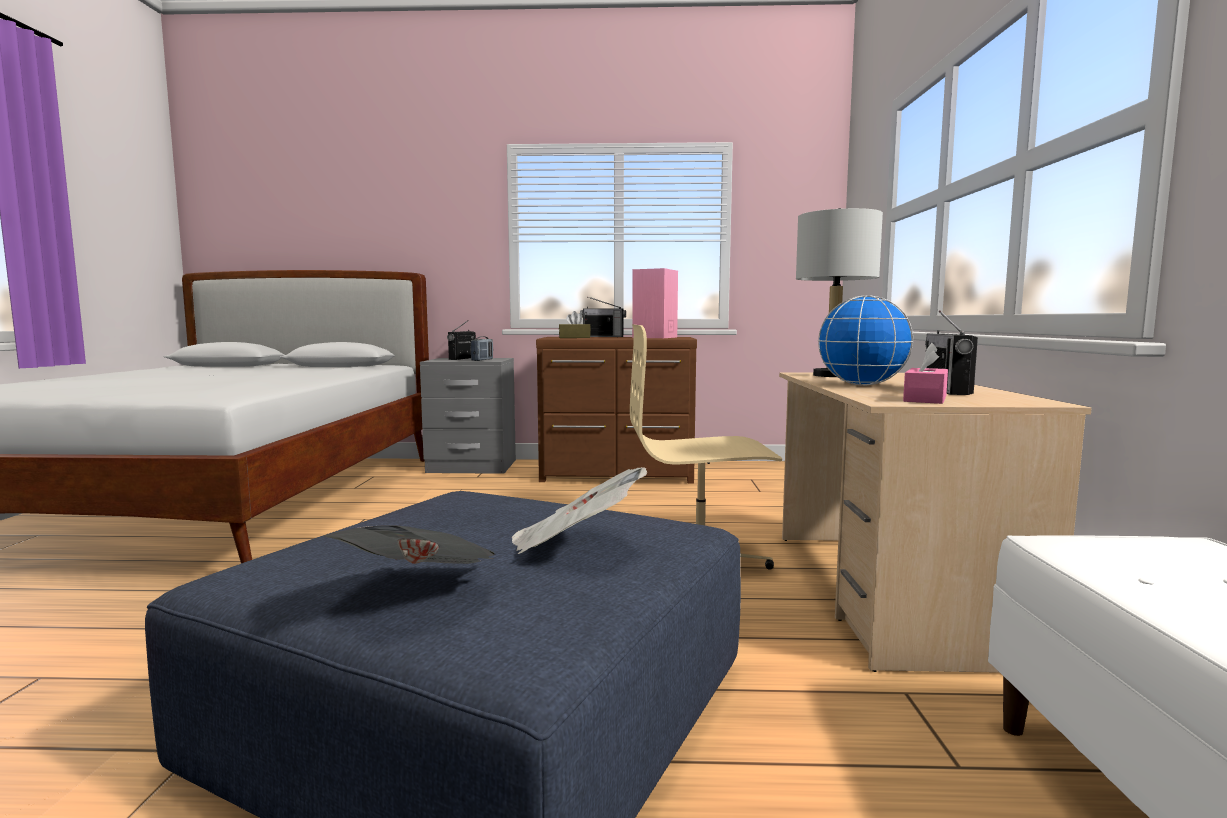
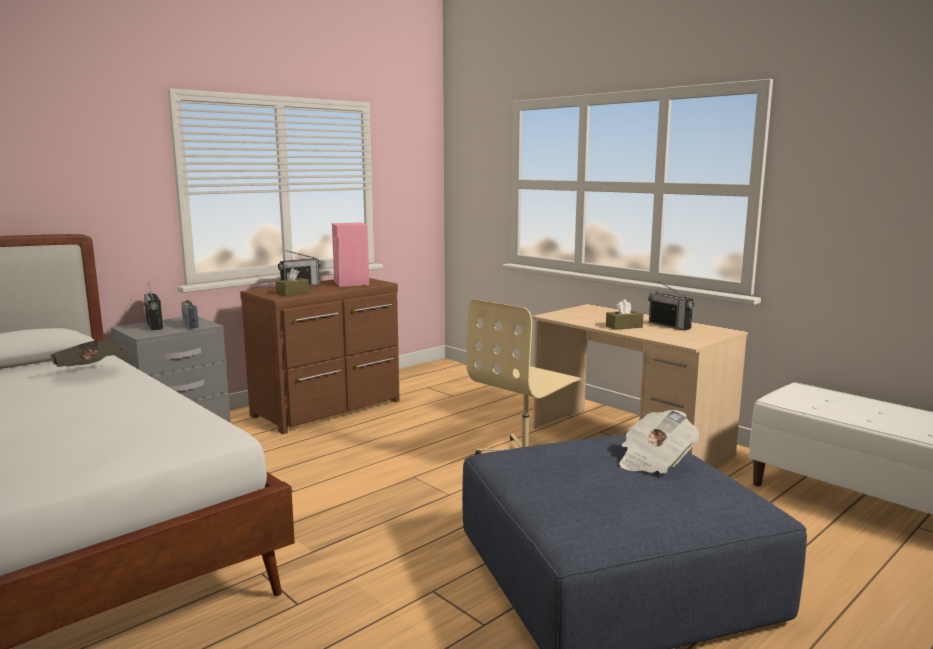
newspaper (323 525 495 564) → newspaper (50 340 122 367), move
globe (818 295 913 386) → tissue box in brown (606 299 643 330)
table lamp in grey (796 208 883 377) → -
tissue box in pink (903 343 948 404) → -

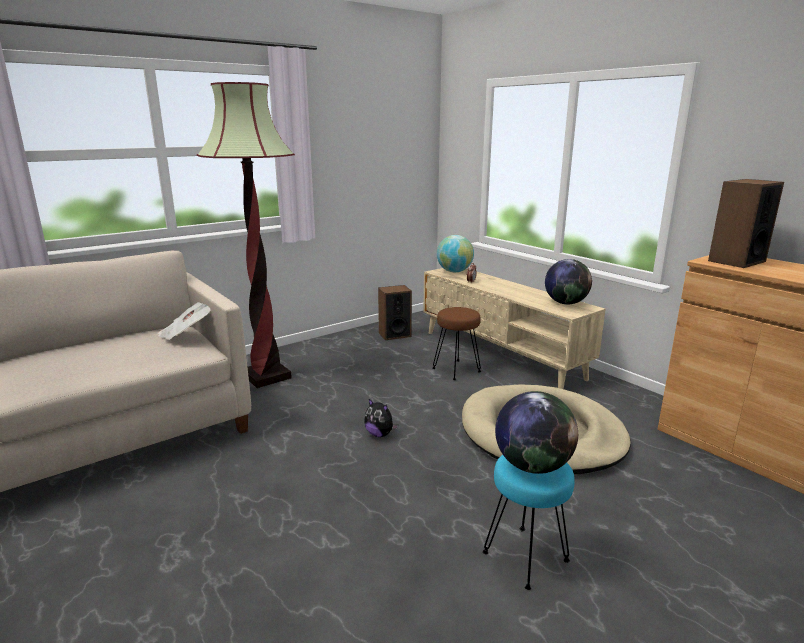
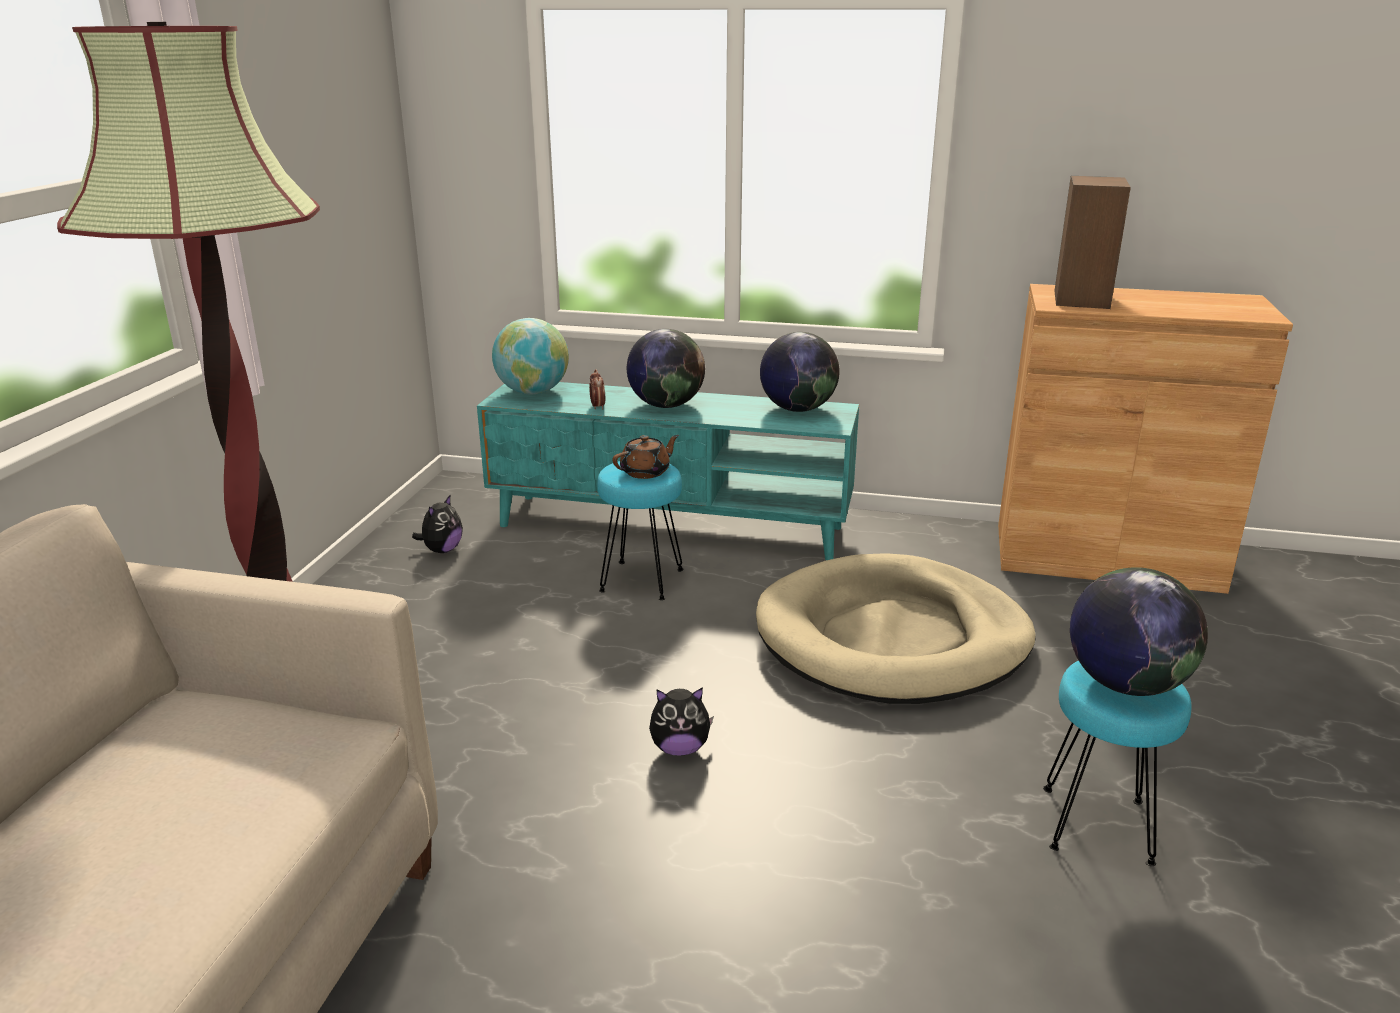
speaker (378 285 412 340) → plush toy (412 495 463 553)
tv stand in beige (423 268 606 389) → tv stand in turquoise (477 382 859 560)
stool in brown (432 307 481 380) → stool in turquoise (597 461 684 600)
- → teapot in brown (612 435 679 479)
- → globe (627 329 705 408)
newspaper (157 302 211 340) → -

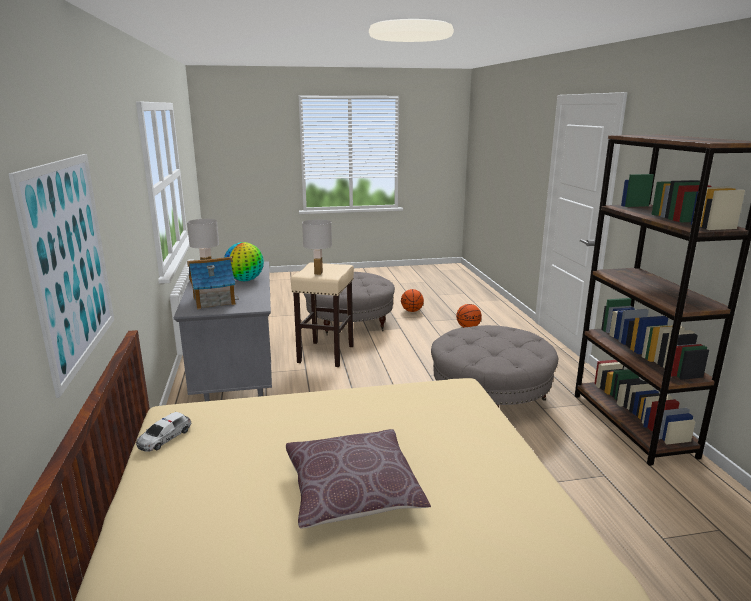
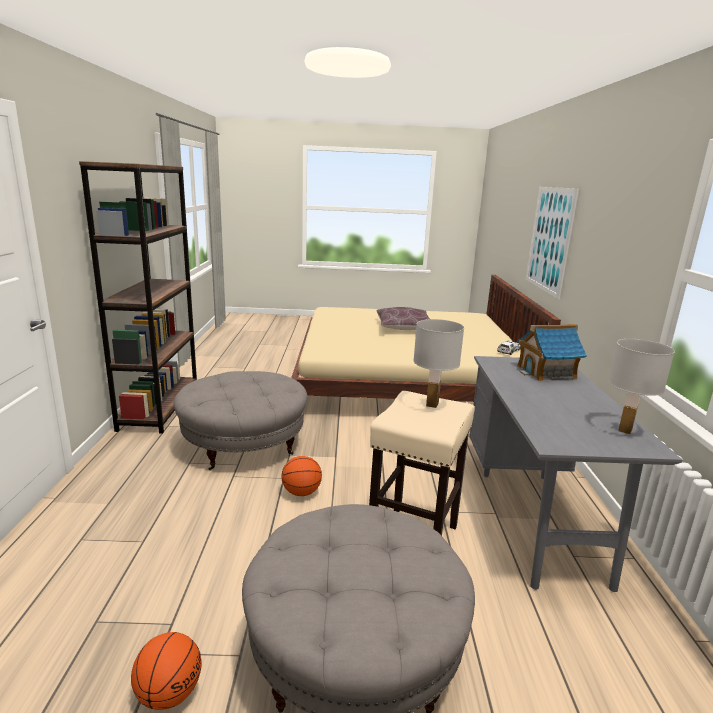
basketball (456 304 482 327) → basketball (282 456 322 496), move
globe (224 242 264 281) → -

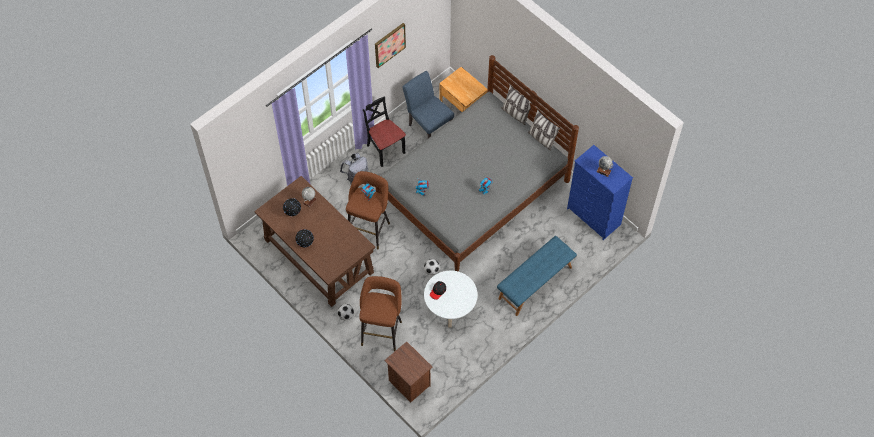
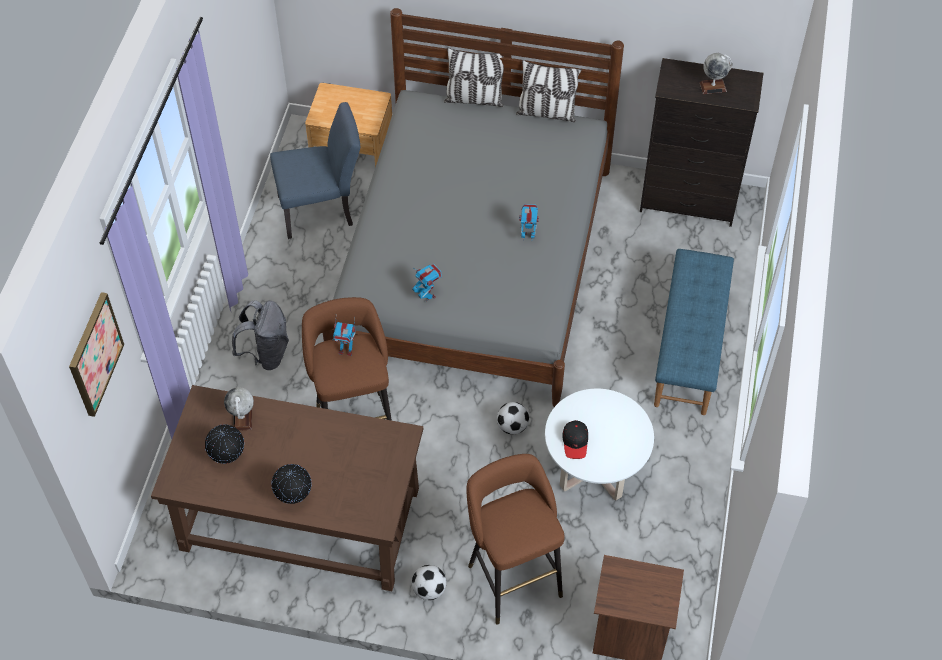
picture (375 23 406 68) → picture (69 292 124 417), move
chair in blue (403 71 454 138) → chair in blue (270 102 360 239), 150 degrees clockwise
dresser in blue (567 145 633 240) → dresser in black (640 58 764 227)
chair in black (363 96 406 167) → -

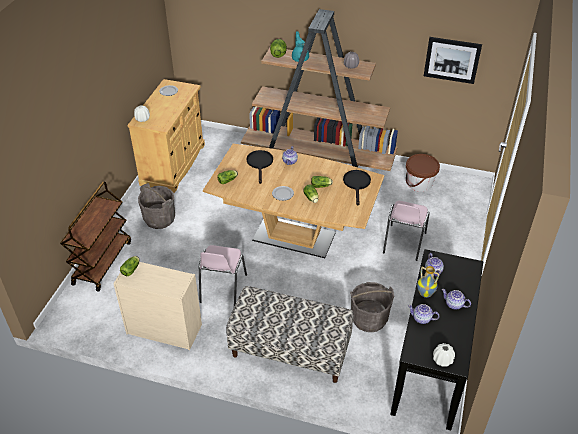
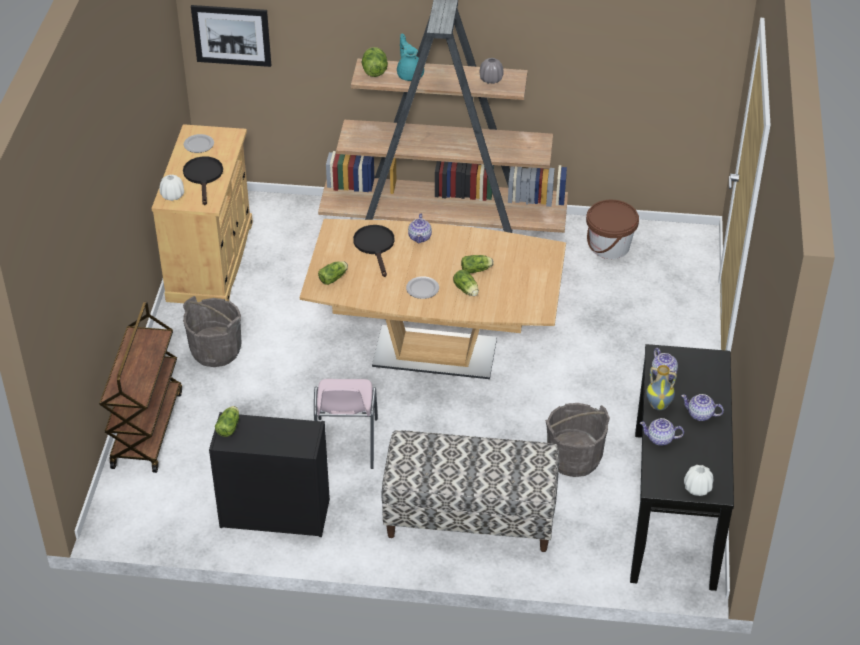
frying pan in black (343 170 371 205) → frying pan in black (183 156 223 205), move
picture (424 37 482 84) → picture (191 5 271 67), move
dresser in beige (113 262 202 350) → dresser in black (209 412 330 537)
chair in pink (383 201 430 261) → -

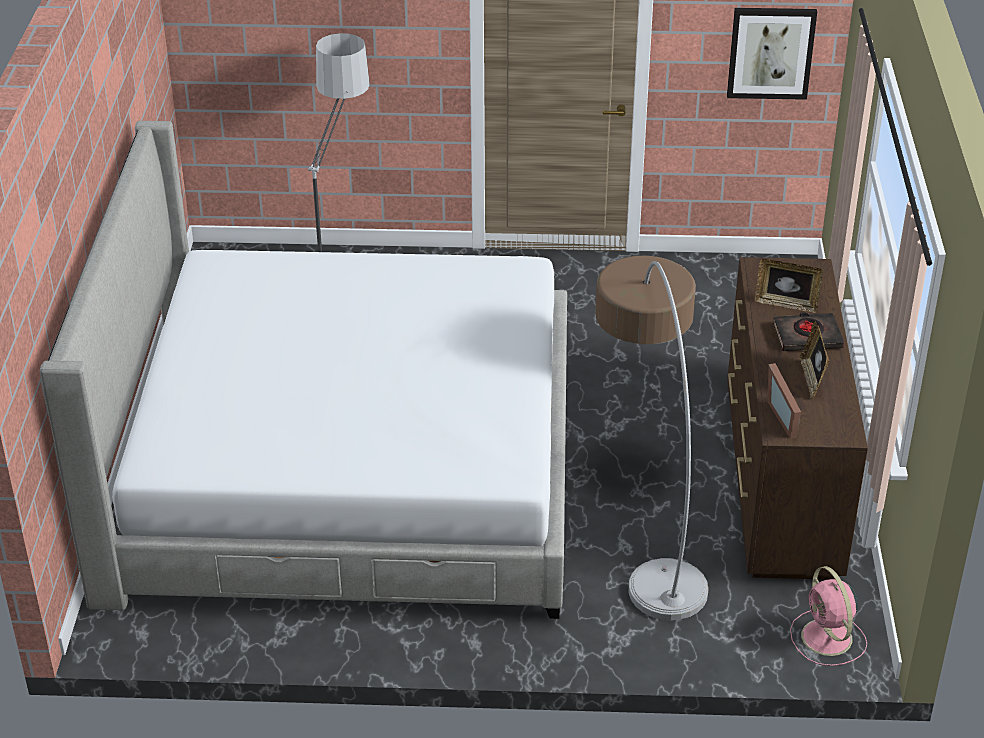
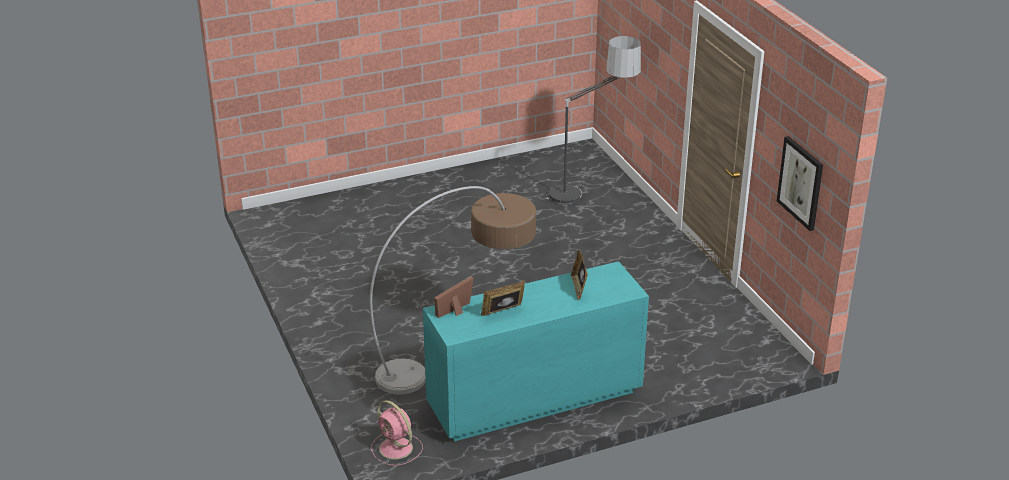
fan in pink (790 566 867 666) → fan in pink (371 400 423 466), 90 degrees counterclockwise
dresser in brown (727 257 868 580) → dresser in turquoise (423 261 649 441)
bed (40 121 567 619) → -
book in black (773 312 844 351) → -

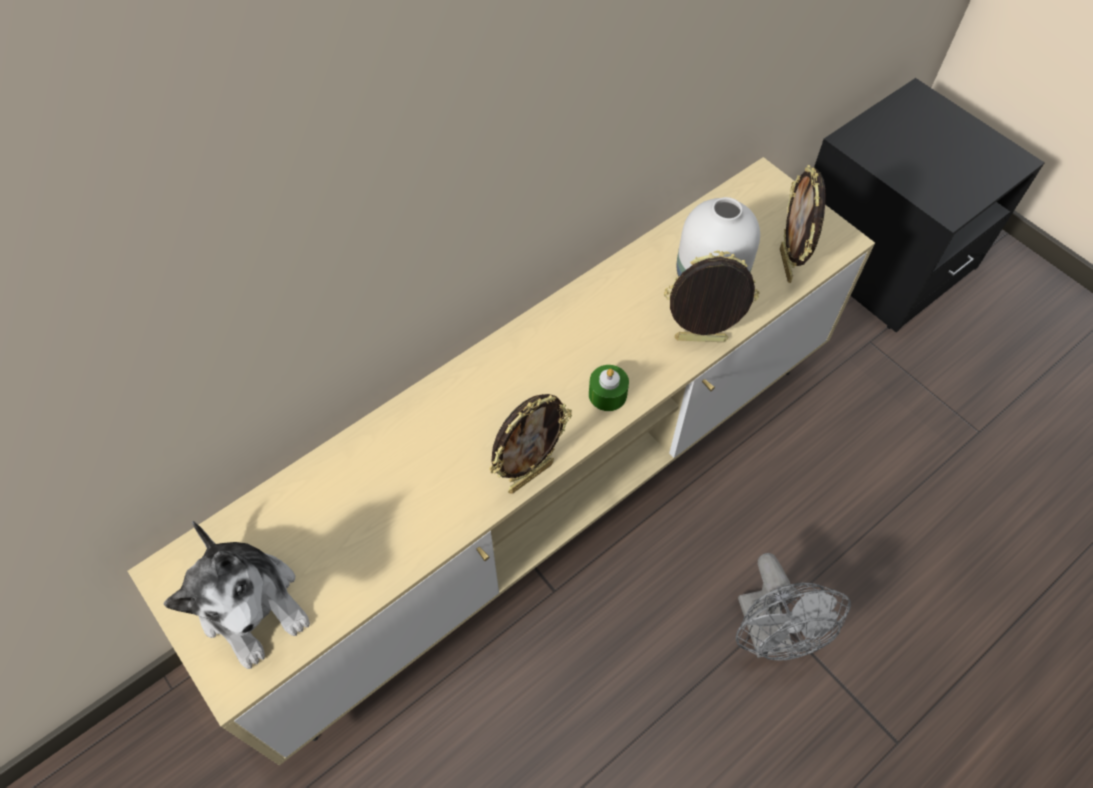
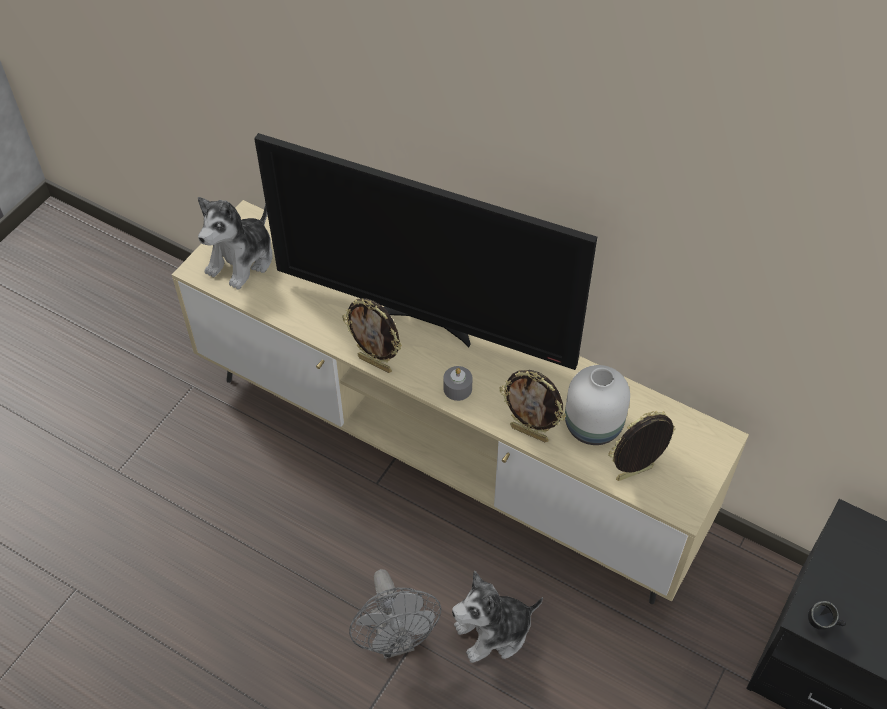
- → television (254 133 597 370)
fan in grey (736 553 851 660) → fan in grey (349 569 441 659), 75 degrees counterclockwise
candle in green (589 365 629 411) → candle in grey (443 366 472 401)
- → plush toy (452 571 543 663)
picture frame (664 251 760 342) → picture frame (500 370 566 442), 135 degrees clockwise
- → mug in black (808 601 846 630)

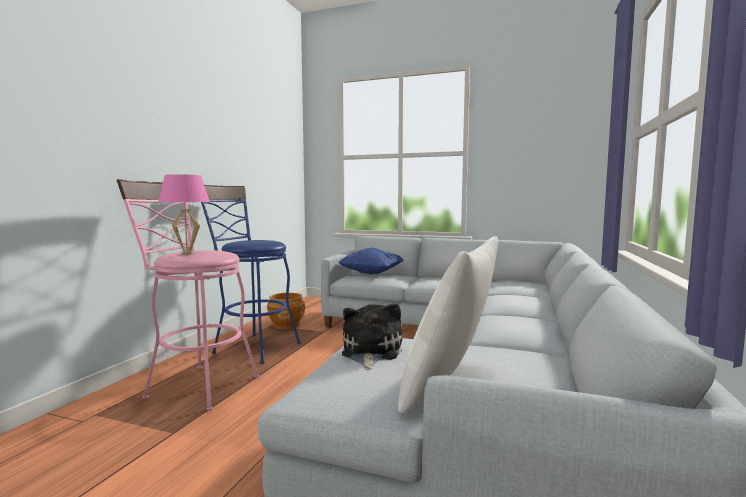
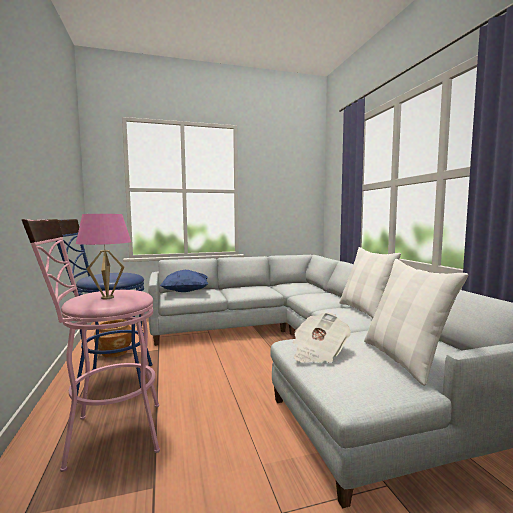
plush toy (342 303 402 370) → newspaper (293 313 351 363)
- → pillow in white (339 247 401 318)

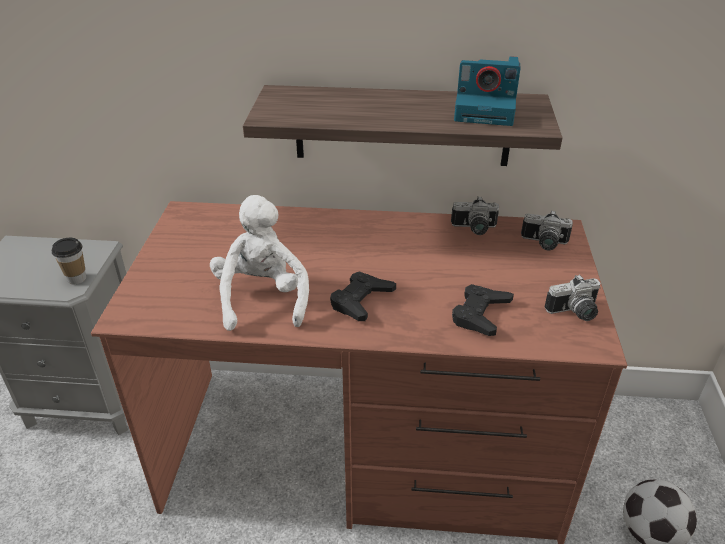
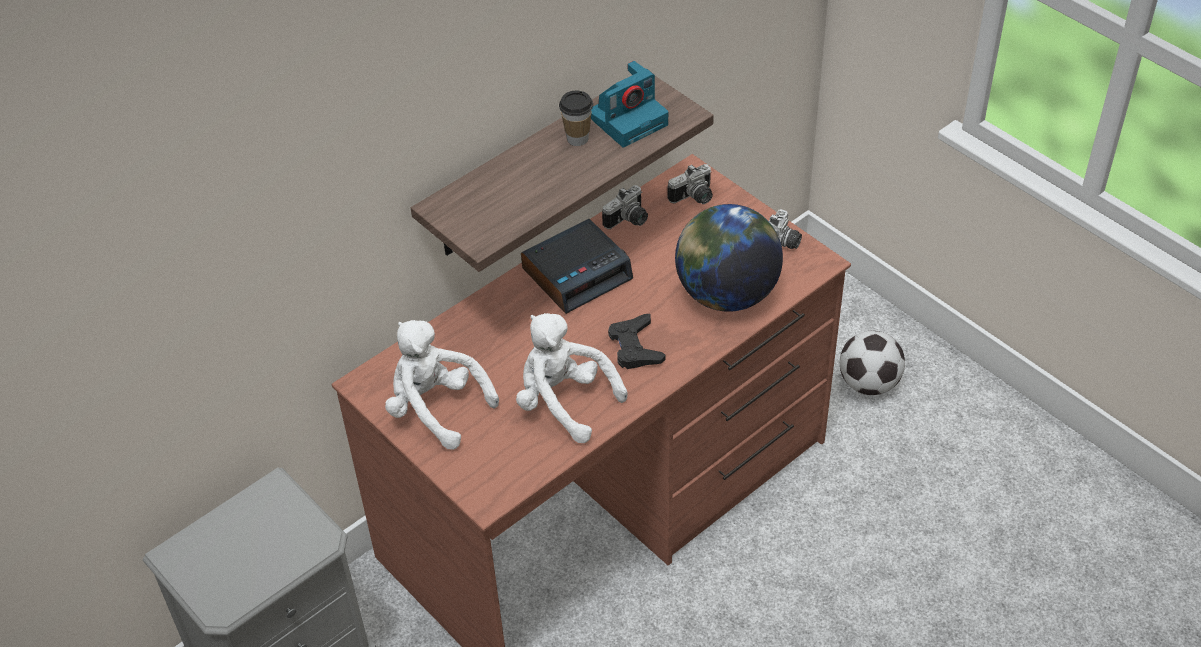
- → plush toy in white (385 320 499 450)
- → alarm clock (521 219 633 314)
cup (52 238 86 284) → cup (559 91 593 146), move
game controller in black (452 284 514 336) → globe (675 204 783 312)

